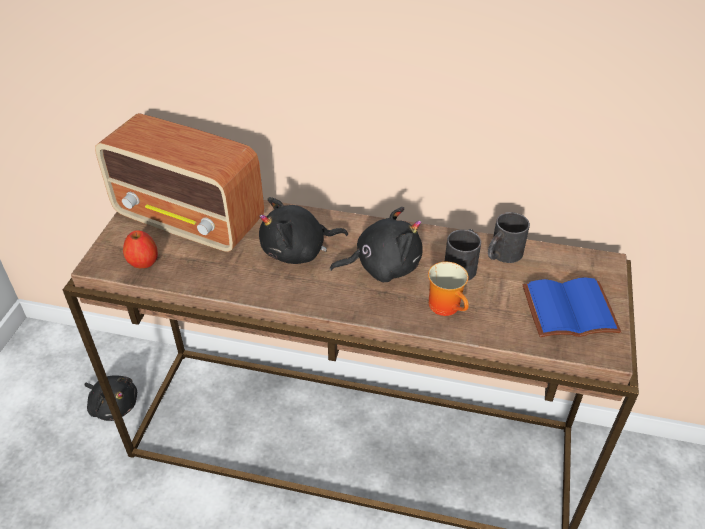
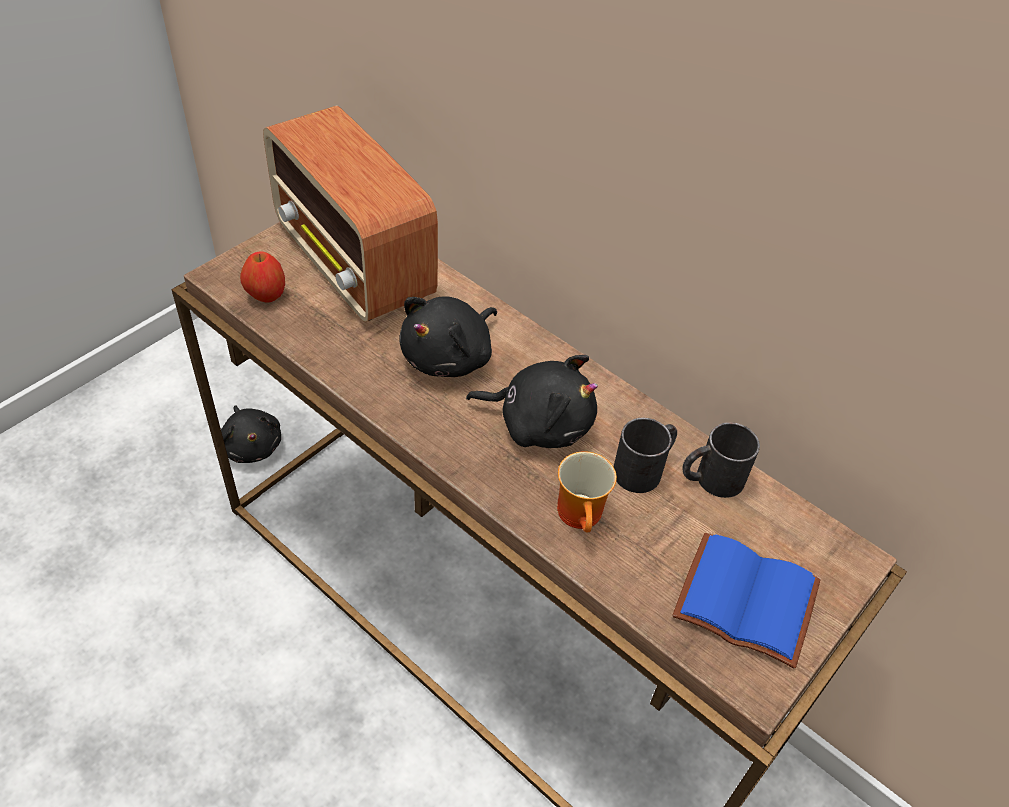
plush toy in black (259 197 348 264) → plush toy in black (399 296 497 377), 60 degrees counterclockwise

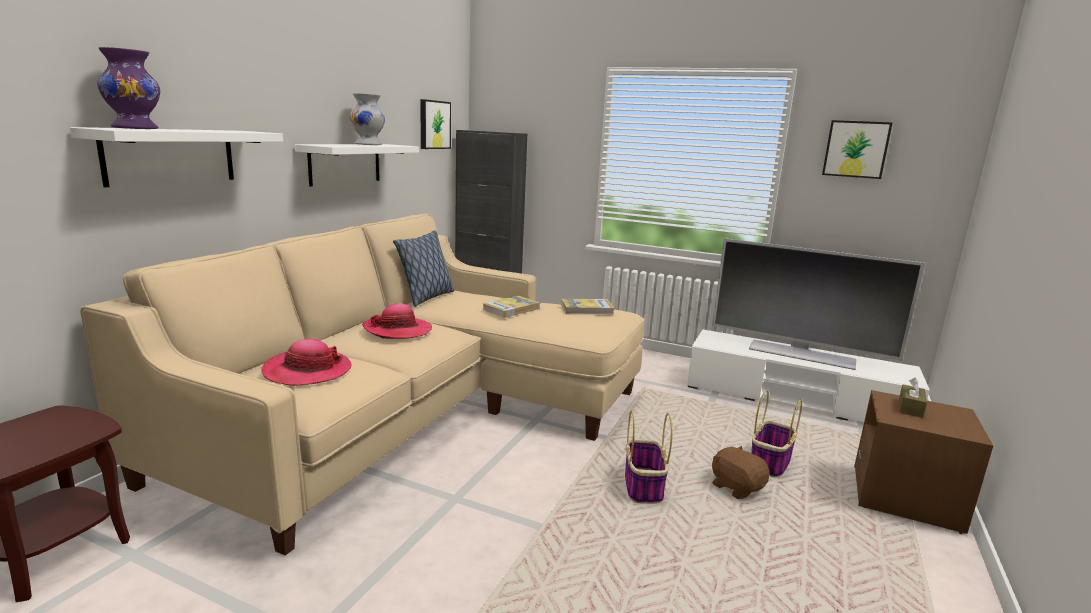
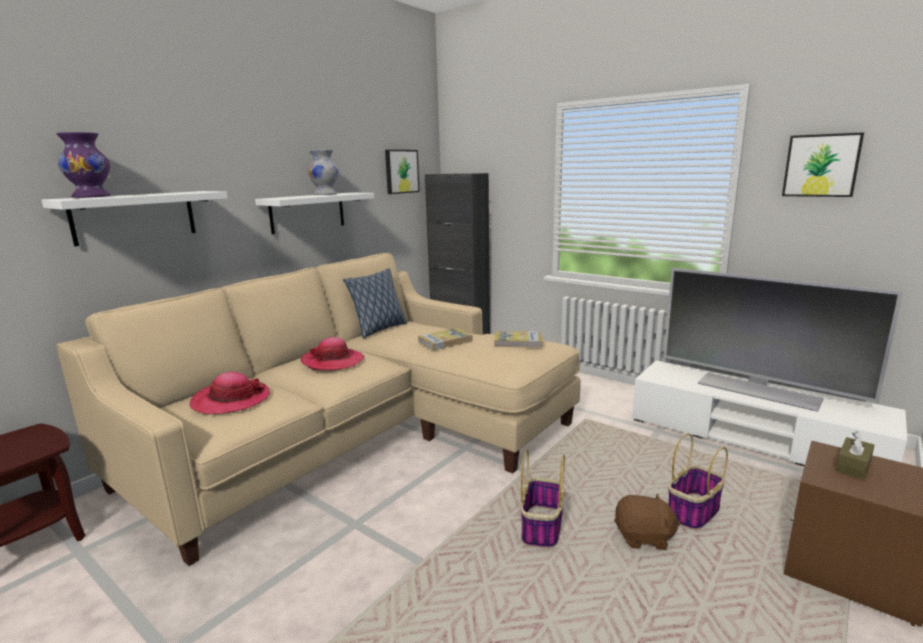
plush toy in brown (712 446 770 499) → plush toy in brown (614 494 681 550), 120 degrees clockwise

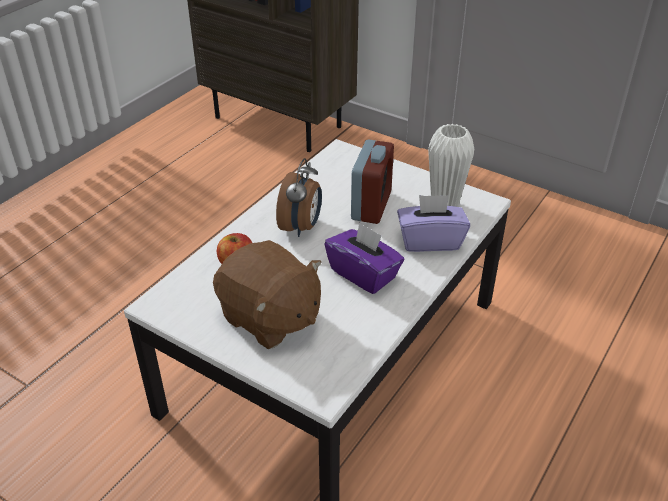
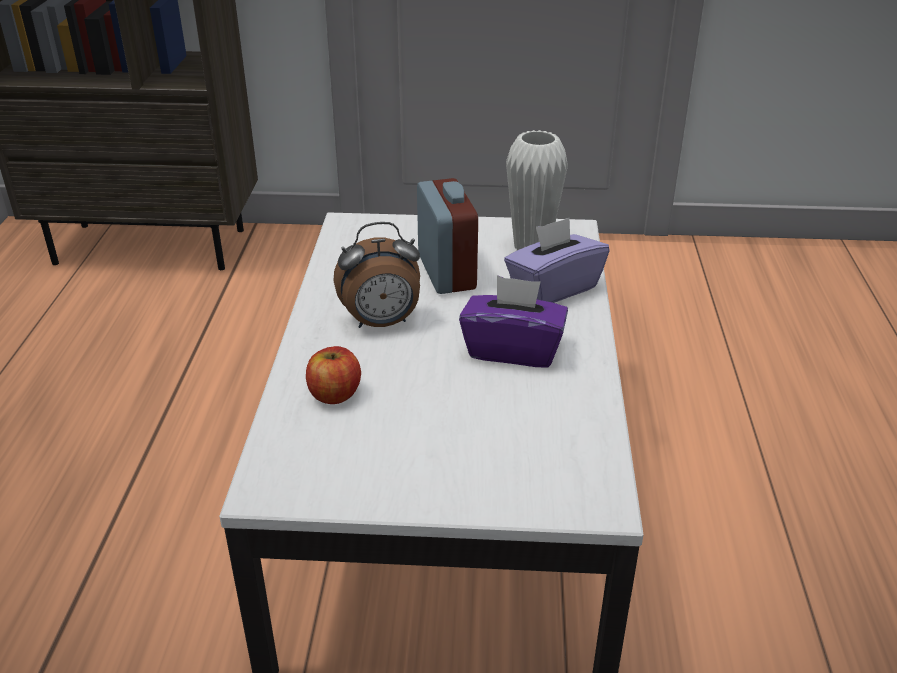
alarm clock (276 158 322 237) → alarm clock (333 222 420 328), 90 degrees clockwise
plush toy in brown (213 240 321 349) → -

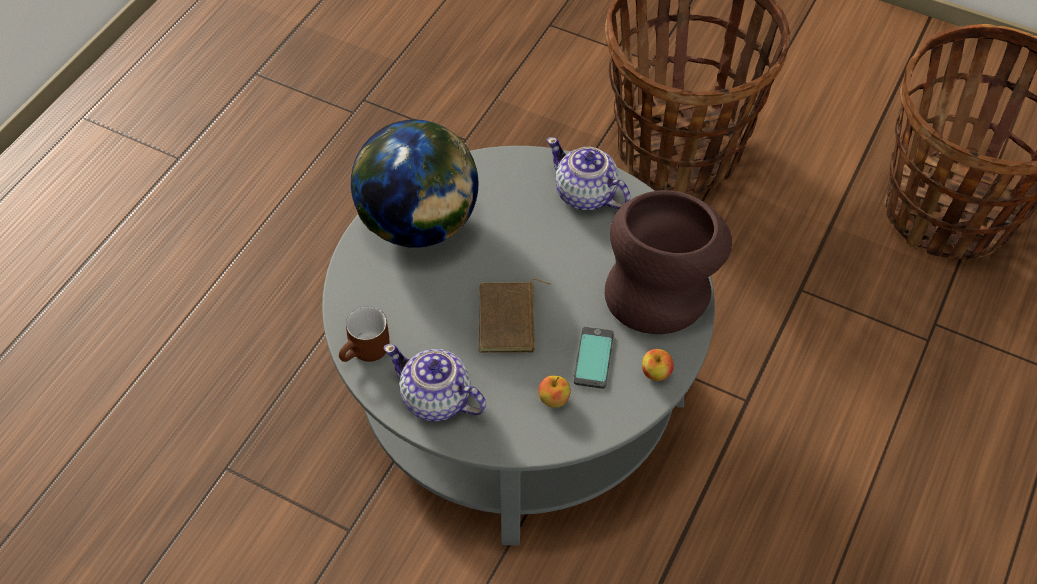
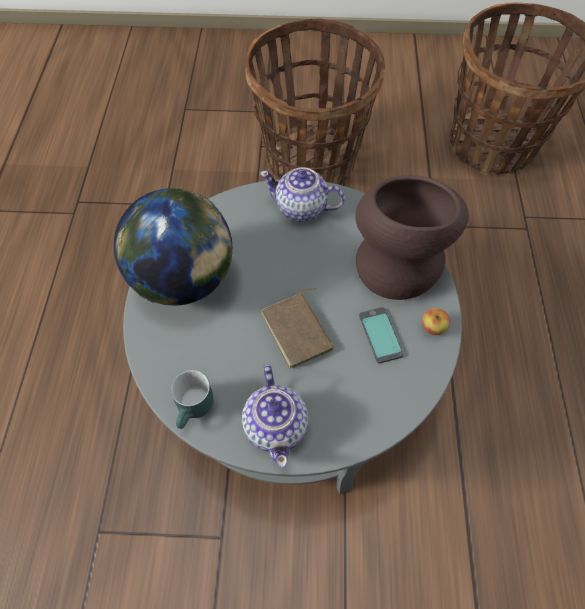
mug in brown (339 306 389 362) → mug in turquoise (171 370 213 429)
teapot (384 344 486 421) → teapot (242 364 308 468), 105 degrees counterclockwise
apple (538 375 571 408) → -

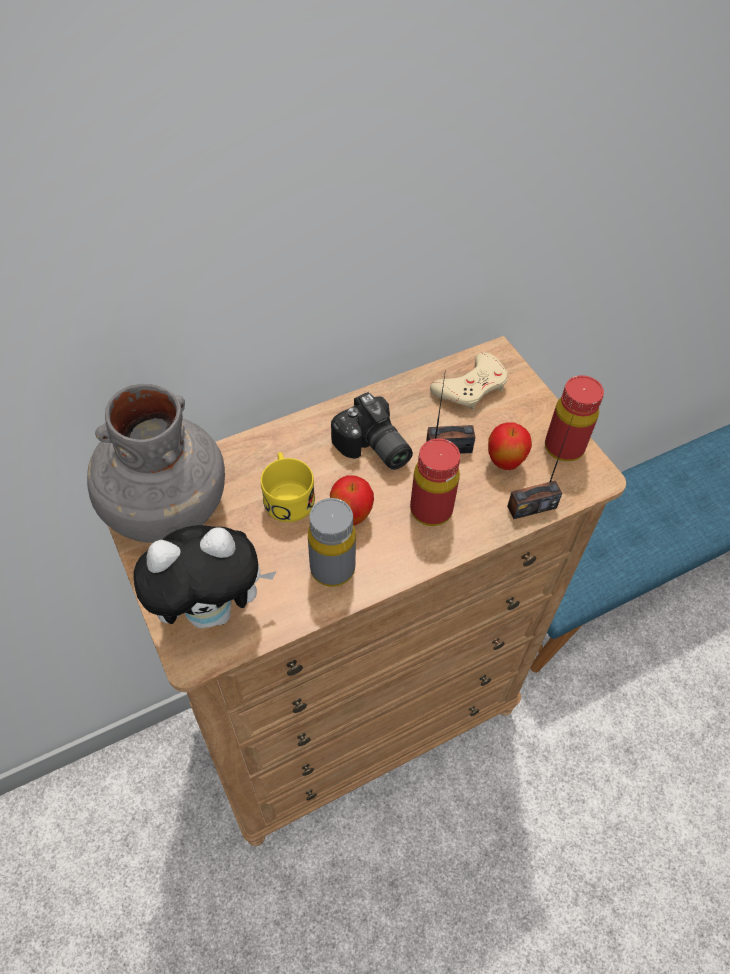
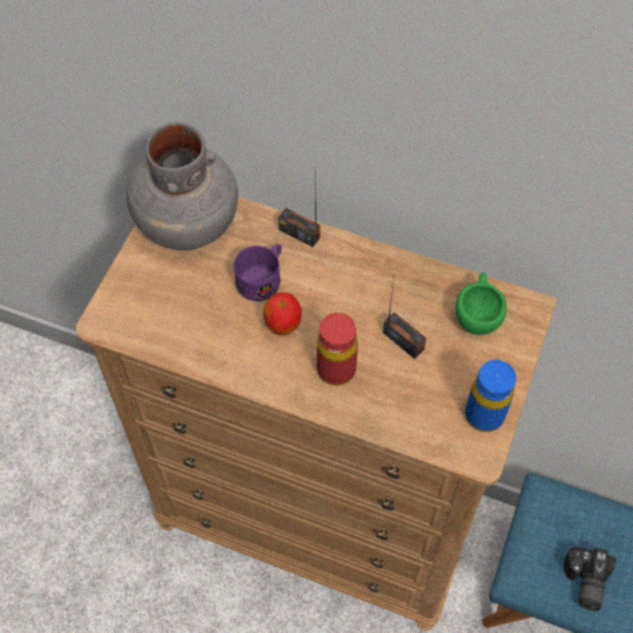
mug in yellow (261 452 315 522) → mug in purple (234 244 281 301)
radio (507 417 573 519) → radio (278 179 320 247), move
game controller in beige (430 352 508 410) → cup in green (456 272 506 335)
bottle in red (545 375 604 462) → bottle in blue (465 360 516 432)
photo camera (331 392 413 470) → photo camera (564 547 616 611), move
plush toy (133 525 277 628) → -
bottle in grey (308 498 356 587) → -
apple (488 423 532 470) → -

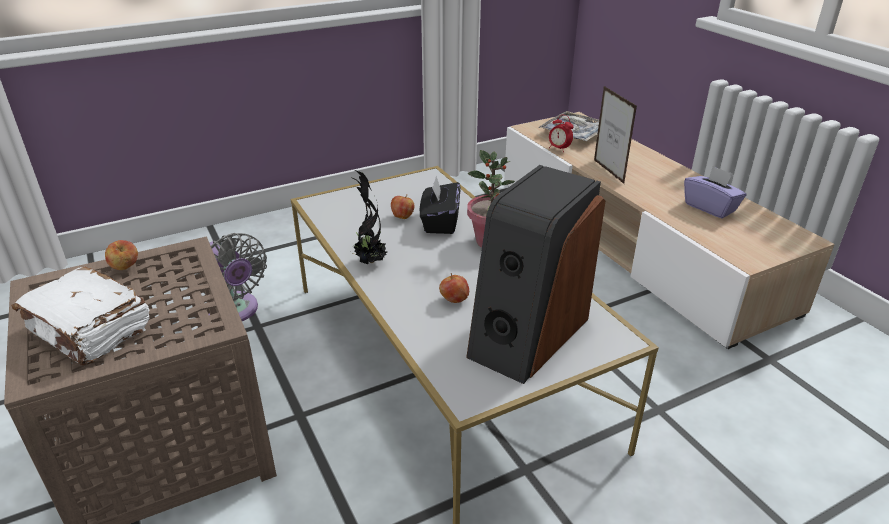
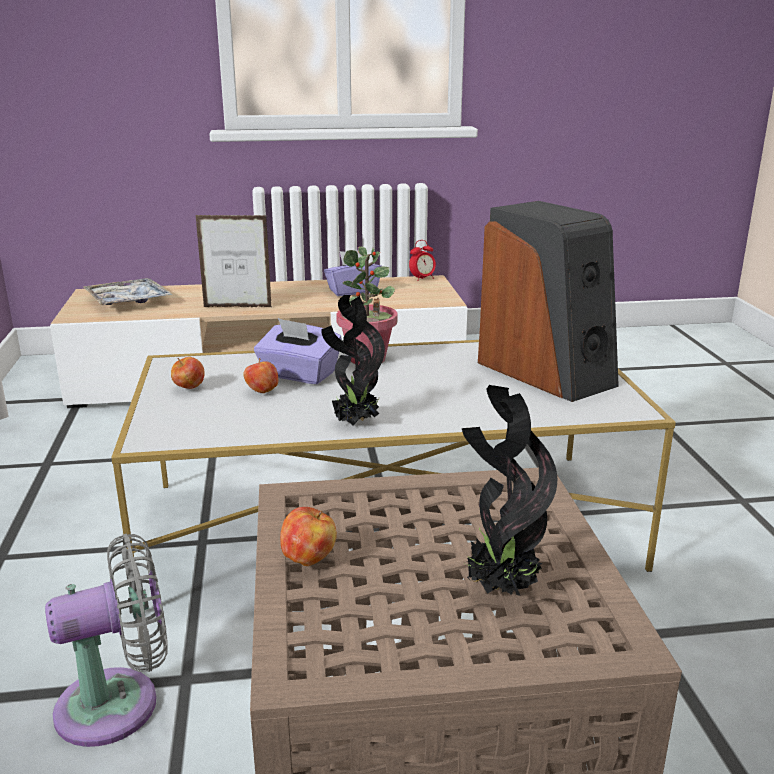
apple (439 273 469 303) → apple (171 357 205 389), move
tissue box in black (420 176 461 234) → tissue box in purple (254 318 342 384)
alarm clock (549 115 574 152) → alarm clock (409 240 436 281), move
book in white (11 266 149 366) → potted plant (462 385 557 596)

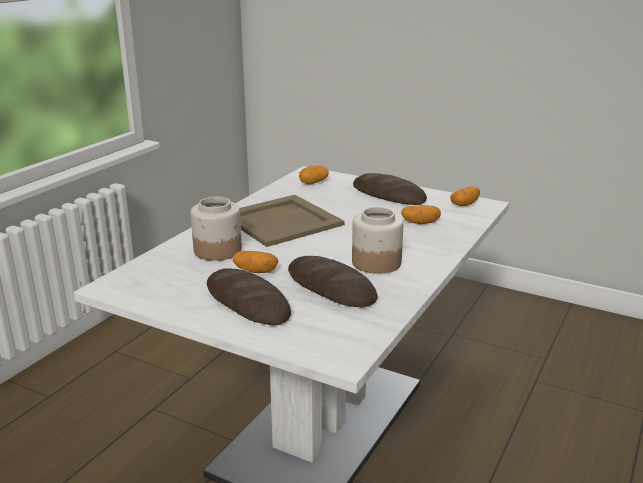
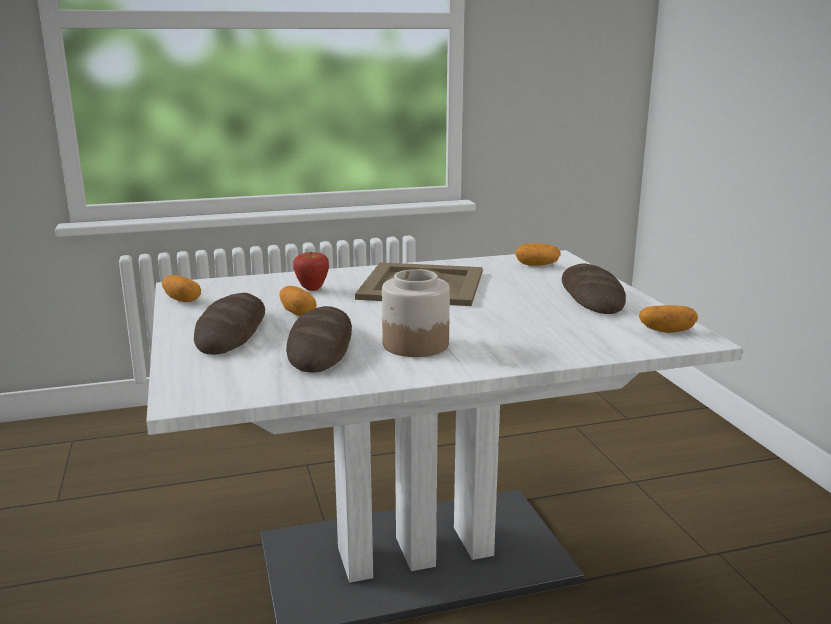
potato (401 205 441 224) → potato (162 275 201 302), move
jar (191 197 242 261) → apple (293 252 329 291)

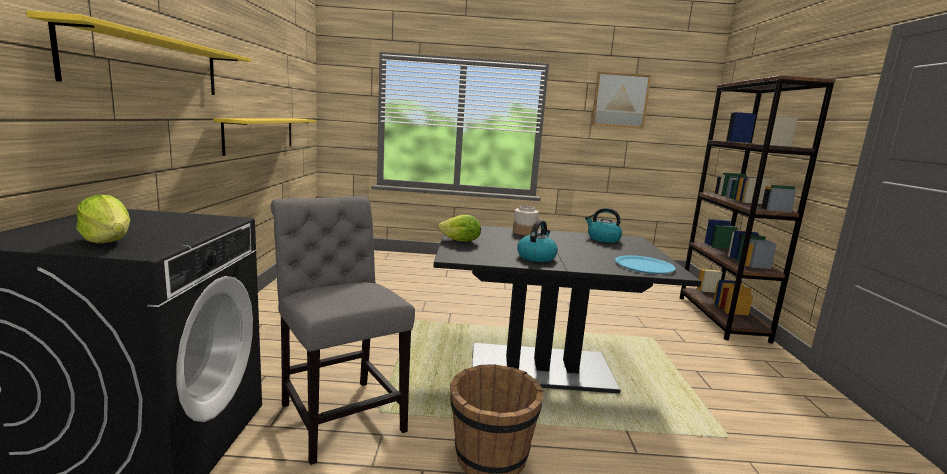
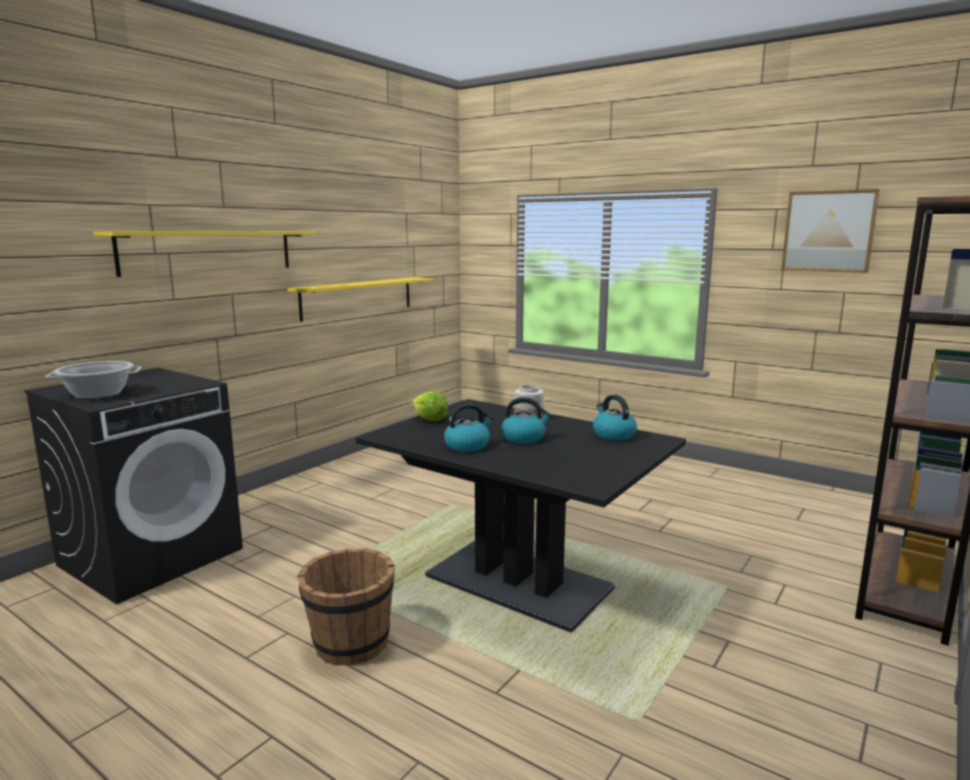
lettuce (76 195 130 244) → cooking pot (45 361 142 399)
- → kettle (501 397 553 444)
chair in grey (271 196 415 465) → -
plate in blue (615 255 676 274) → -

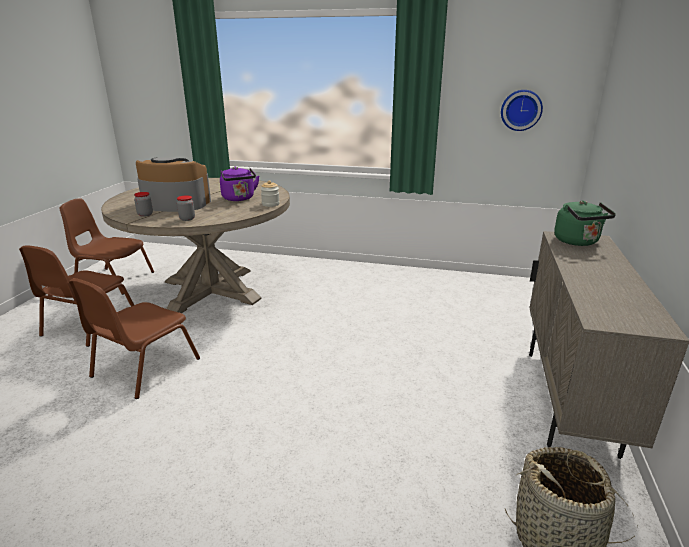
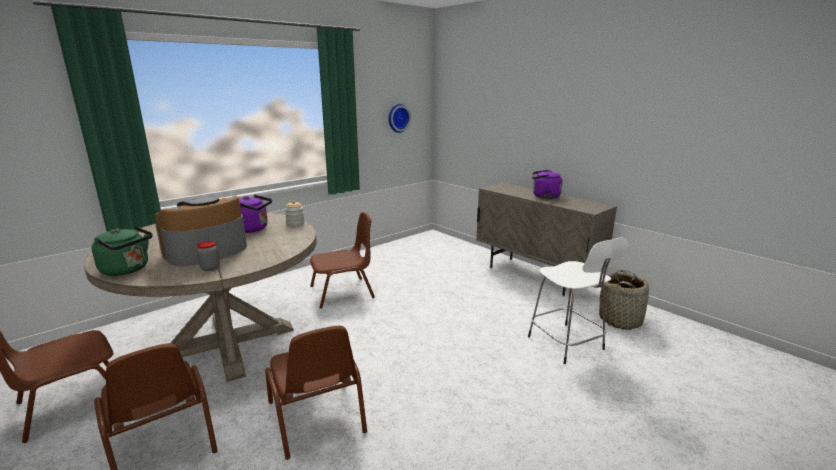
kettle in green (554 200 616 246) → kettle in green (92 226 153 276), move
- → chair in brown (310 212 375 309)
- → stool in white (528 238 628 364)
- → kettle in purple (532 170 563 199)
jar (177 195 195 221) → -

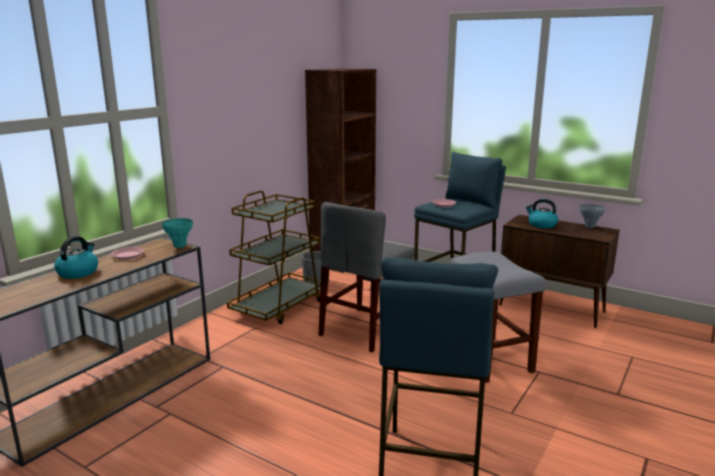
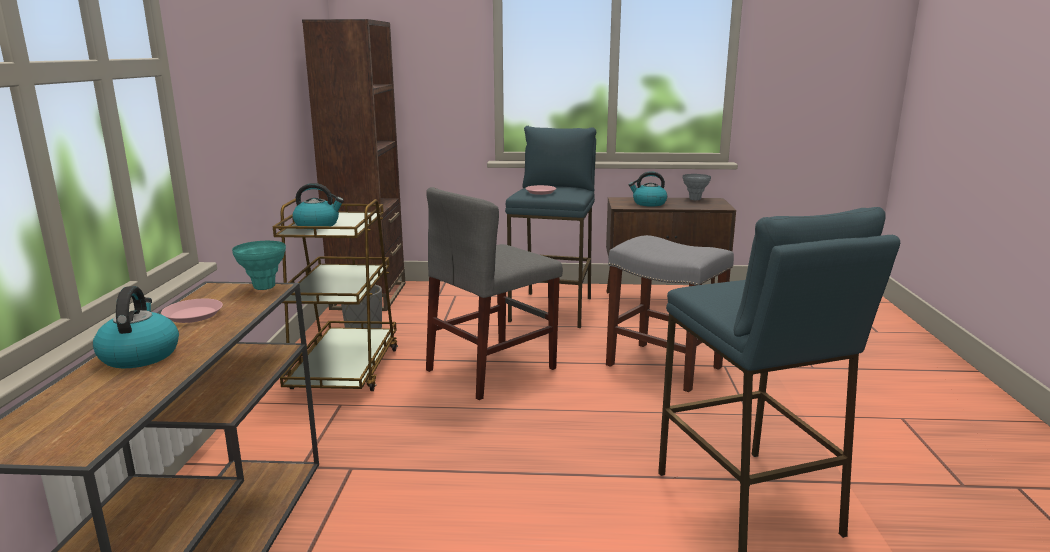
- → kettle (292 183 344 226)
chair in grey (319 202 414 352) → chair in grey (426 187 563 400), 45 degrees clockwise

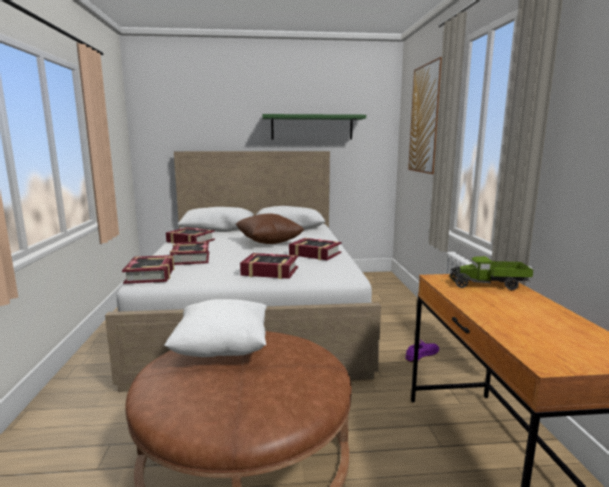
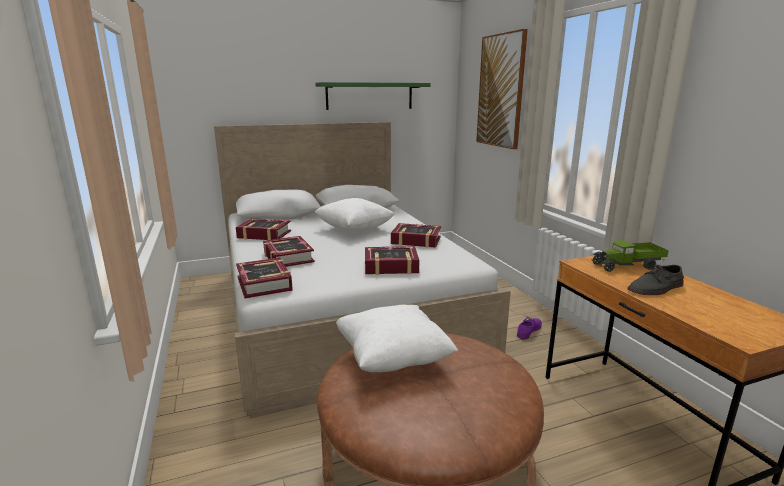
pillow in brown (236 214 304 244) → pillow in white (314 198 395 232)
- → shoe in grey (628 264 684 295)

